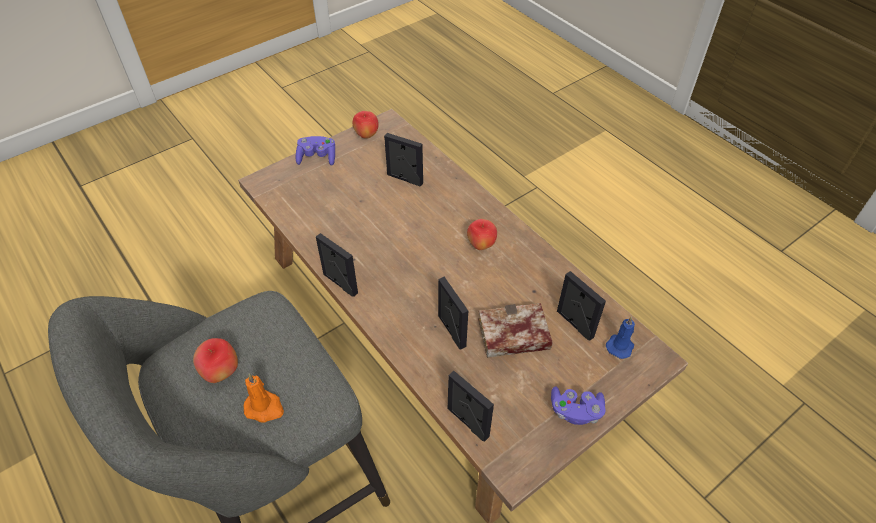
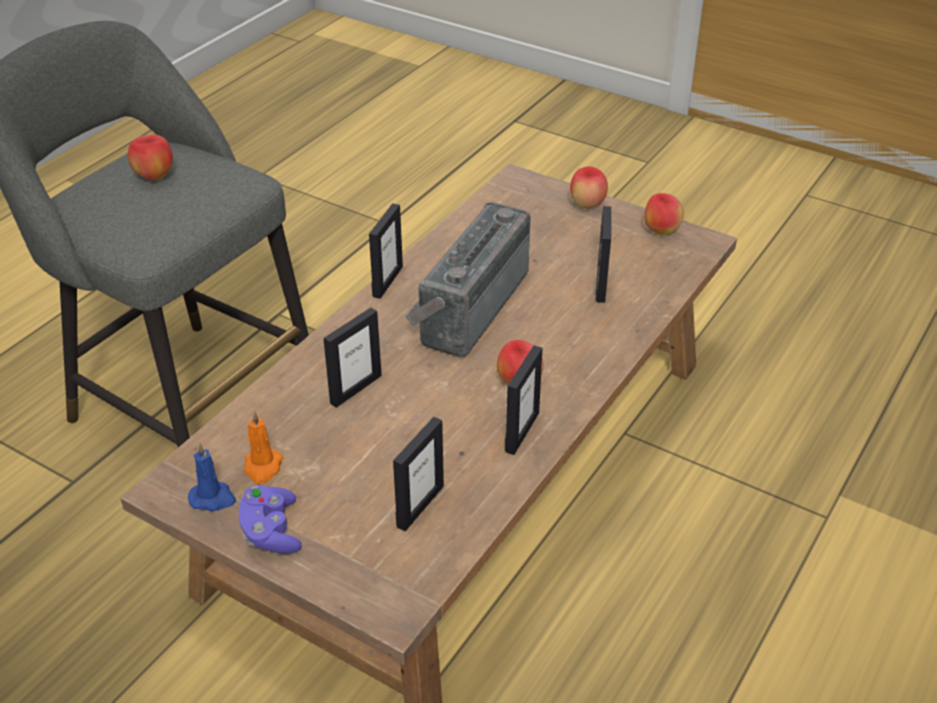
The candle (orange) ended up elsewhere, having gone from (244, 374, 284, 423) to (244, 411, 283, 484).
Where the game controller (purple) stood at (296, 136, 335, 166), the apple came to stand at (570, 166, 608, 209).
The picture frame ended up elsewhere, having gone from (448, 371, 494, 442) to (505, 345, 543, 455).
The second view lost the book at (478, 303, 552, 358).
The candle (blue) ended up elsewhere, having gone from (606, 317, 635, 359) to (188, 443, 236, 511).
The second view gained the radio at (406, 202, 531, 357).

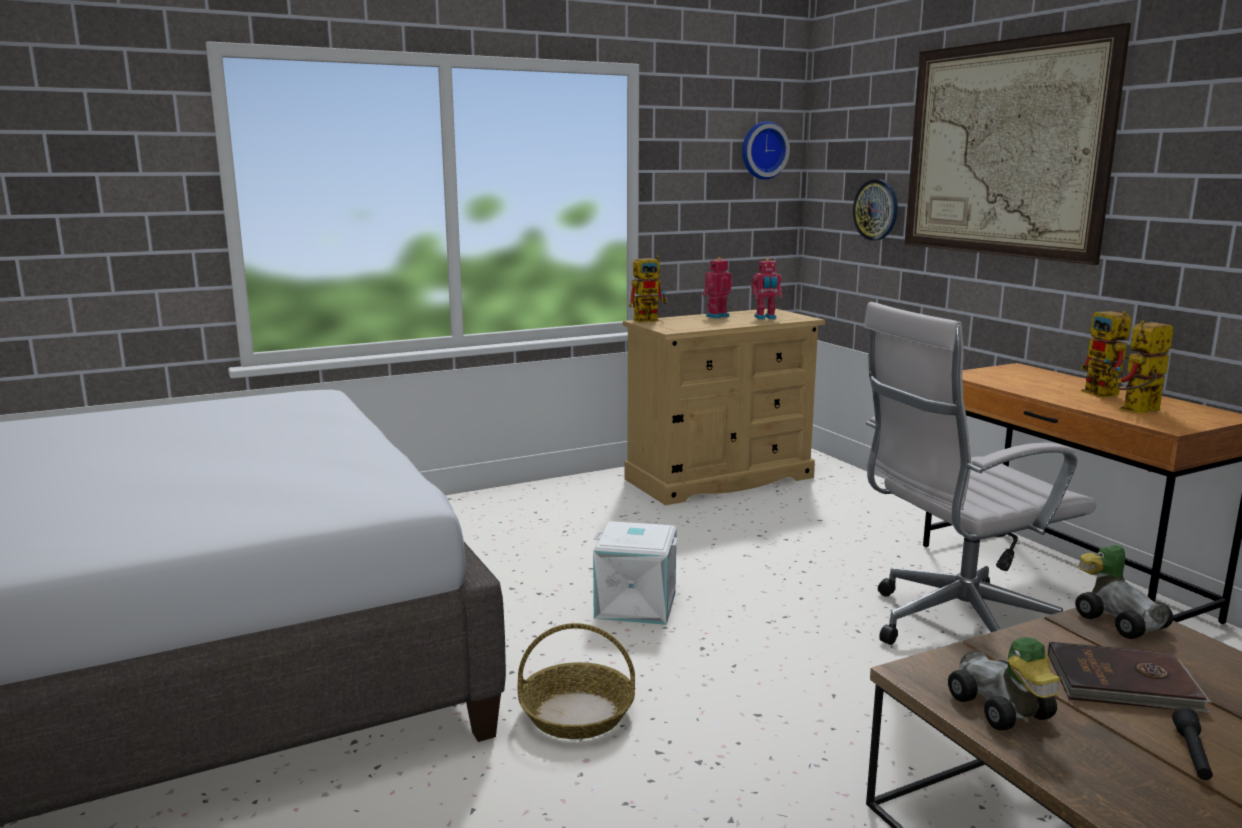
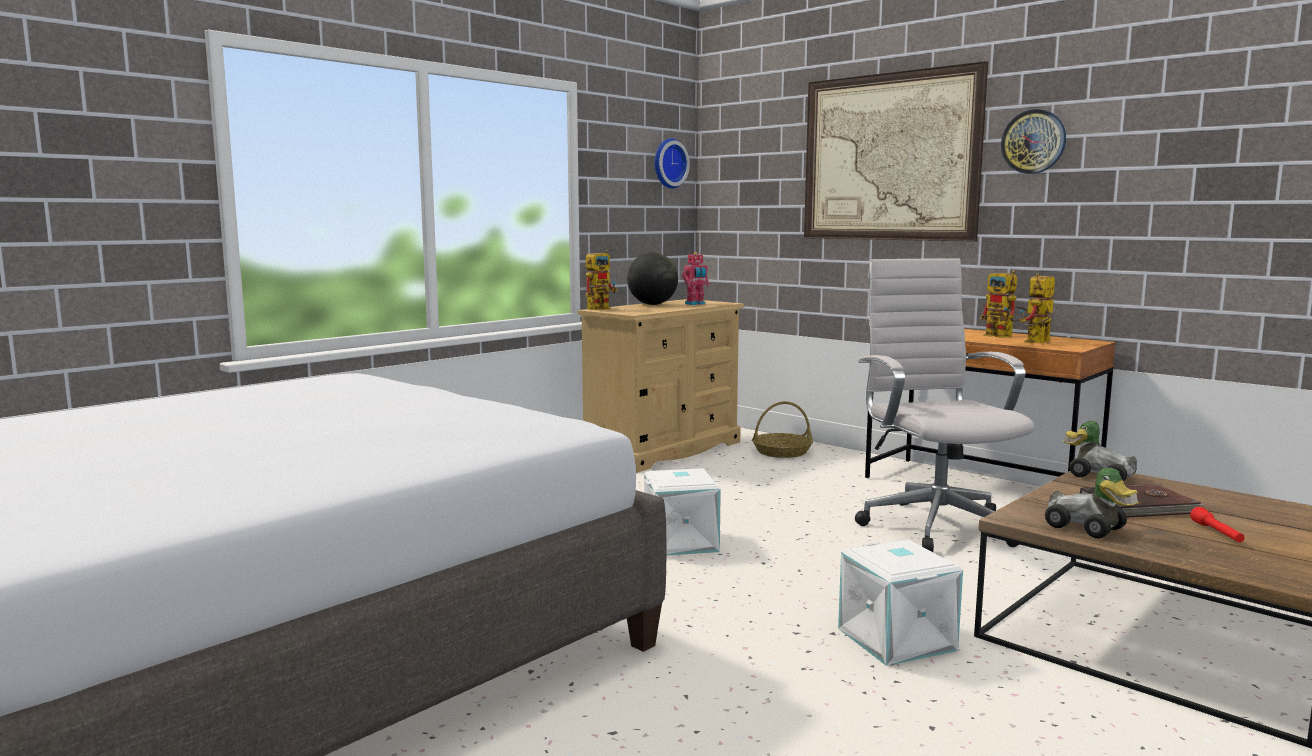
The basket ended up elsewhere, having gone from (518, 623, 635, 739) to (752, 401, 813, 458).
Where the toy robot stood at (702, 257, 733, 319), the globe came to stand at (627, 252, 678, 305).
The wall clock ended up elsewhere, having gone from (853, 179, 898, 241) to (1001, 109, 1066, 174).
The office chair (white) at (863, 302, 1096, 645) ended up facing another way, 120 degrees clockwise from before.
What was the flashlight (black) at (1172, 707, 1213, 780) turned into the flashlight (red) at (1190, 507, 1245, 542).
The second view gained the storage box (white) at (838, 540, 963, 666).

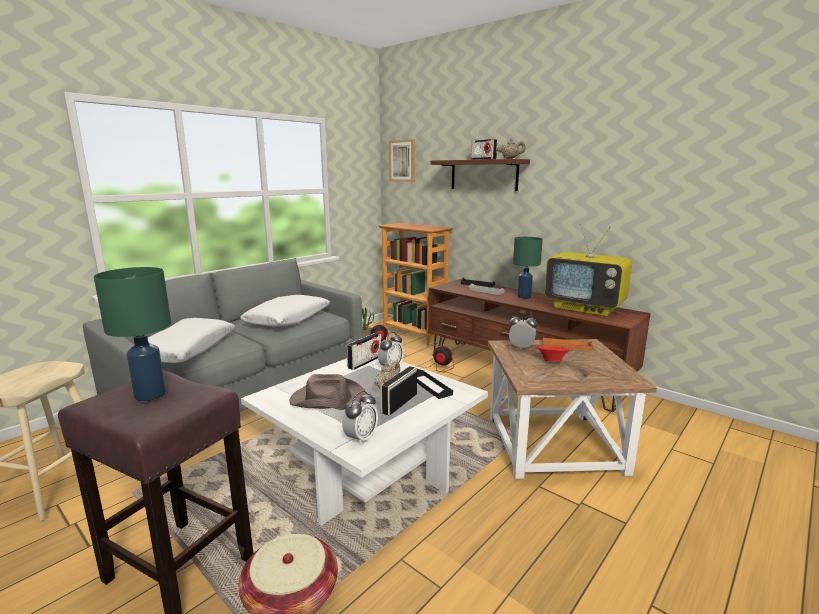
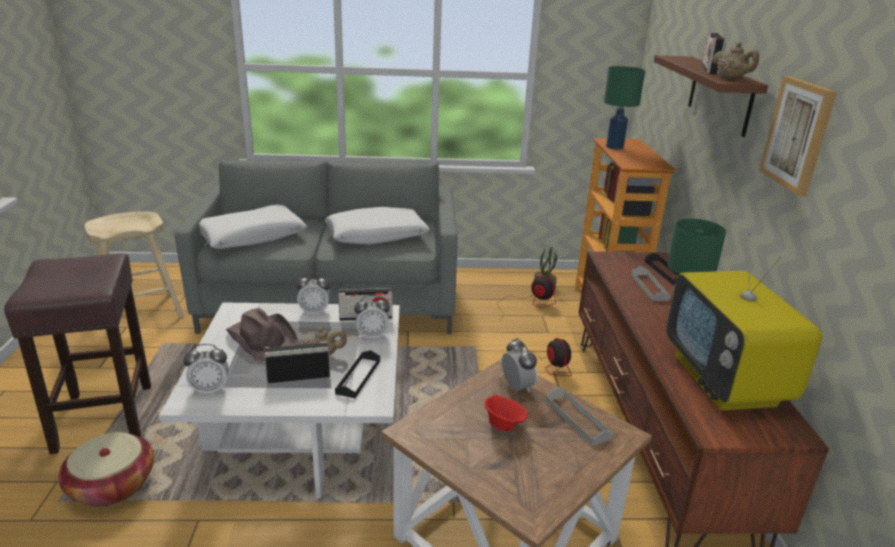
The table lamp (green) ended up elsewhere, having gone from (94, 267, 171, 401) to (604, 66, 645, 150).
The picture ended up elsewhere, having gone from (389, 139, 415, 182) to (759, 76, 837, 196).
What was the tray (orange) at (543, 336, 592, 351) turned into the tray (grey) at (546, 388, 613, 446).
The second view gained the alarm clock at (296, 273, 331, 315).

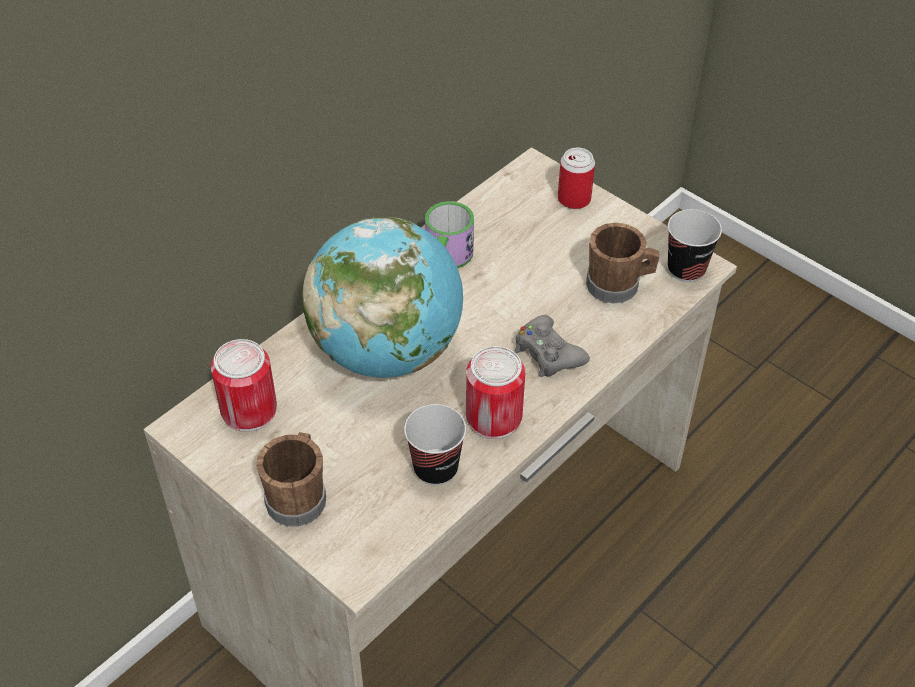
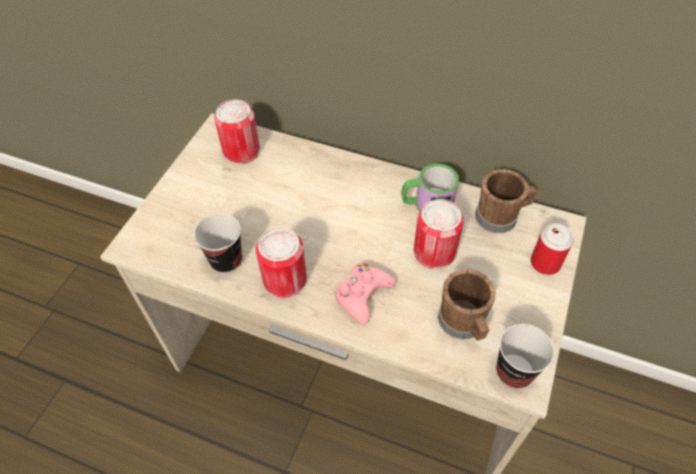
The mug (brown) ended up elsewhere, having gone from (256, 432, 326, 526) to (475, 169, 537, 233).
The second view lost the globe at (302, 217, 463, 378).
What was the game controller (grey) at (515, 315, 590, 377) turned into the game controller (pink) at (335, 264, 395, 324).
The second view gained the can at (414, 199, 464, 269).

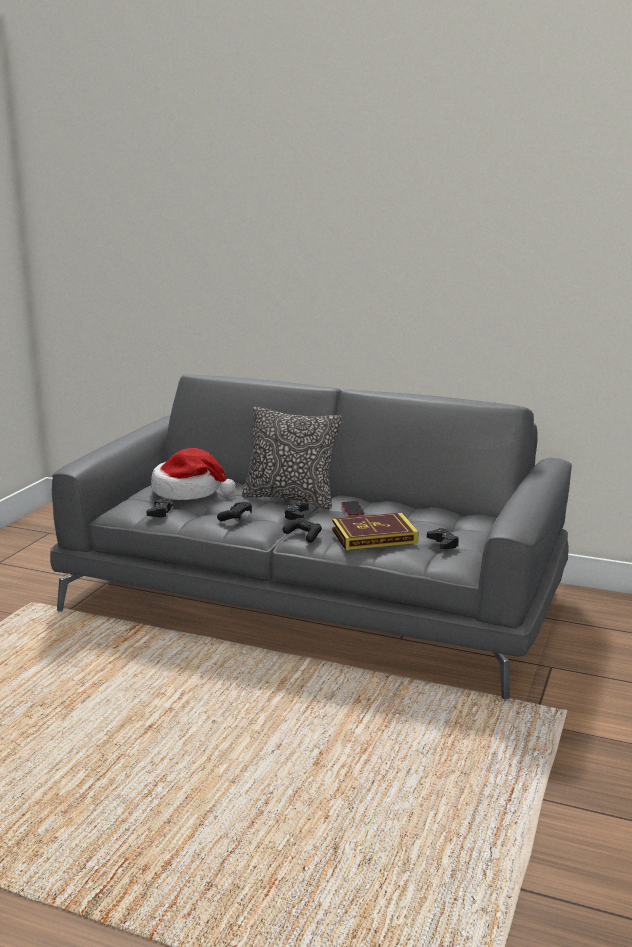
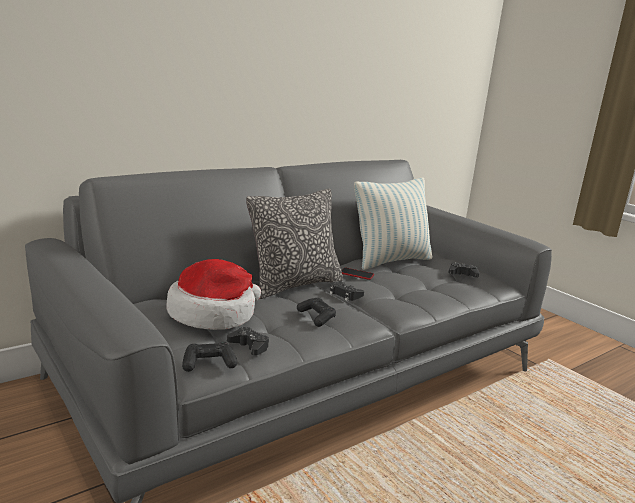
The game controller (black) ended up elsewhere, having gone from (283, 518, 322, 542) to (182, 342, 237, 372).
The second view lost the book at (332, 513, 419, 550).
The second view gained the pillow at (354, 178, 433, 270).

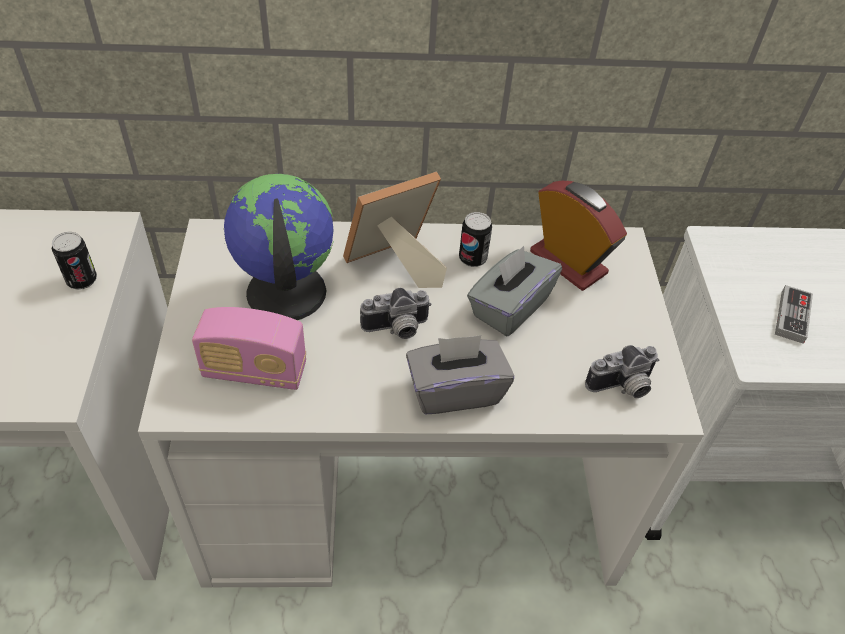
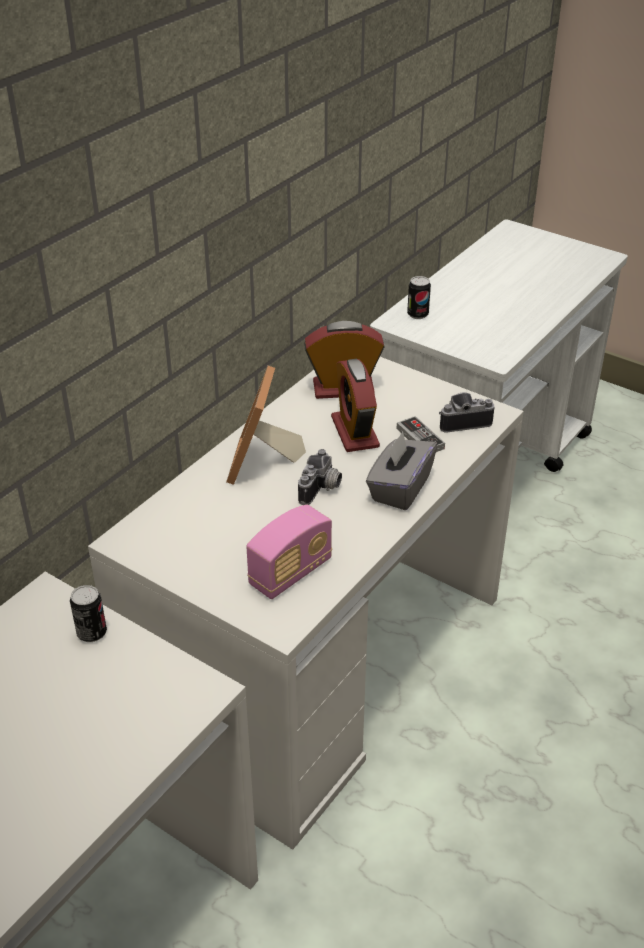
The second view lost the globe at (224, 174, 334, 320).
The can ended up elsewhere, having gone from (459, 212, 492, 267) to (407, 276, 431, 319).
Where the tissue box (grey) stood at (467, 246, 562, 336), the alarm clock came to stand at (331, 359, 380, 452).
The photo camera at (585, 345, 660, 398) ended up facing another way, 120 degrees counterclockwise from before.
The game controller ended up elsewhere, having gone from (775, 285, 813, 344) to (397, 416, 445, 452).

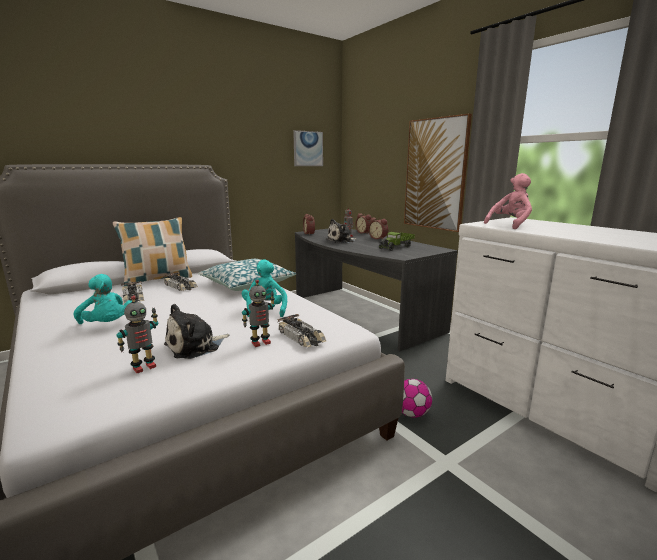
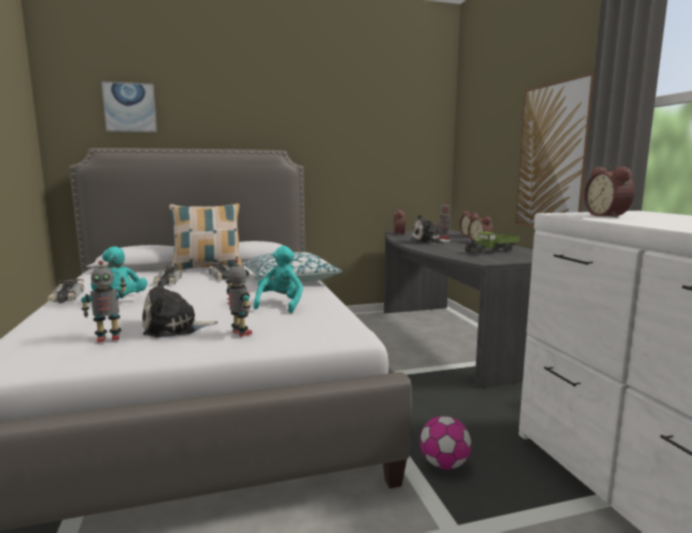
The toy robot at (242, 280, 275, 347) ended up facing another way, 120 degrees counterclockwise from before.
The toy car ended up elsewhere, having gone from (277, 314, 326, 347) to (48, 279, 84, 303).
The picture ended up elsewhere, having gone from (293, 130, 323, 166) to (101, 81, 157, 133).
Where the plush toy (pink) stood at (484, 173, 532, 229), the alarm clock came to stand at (584, 167, 634, 218).

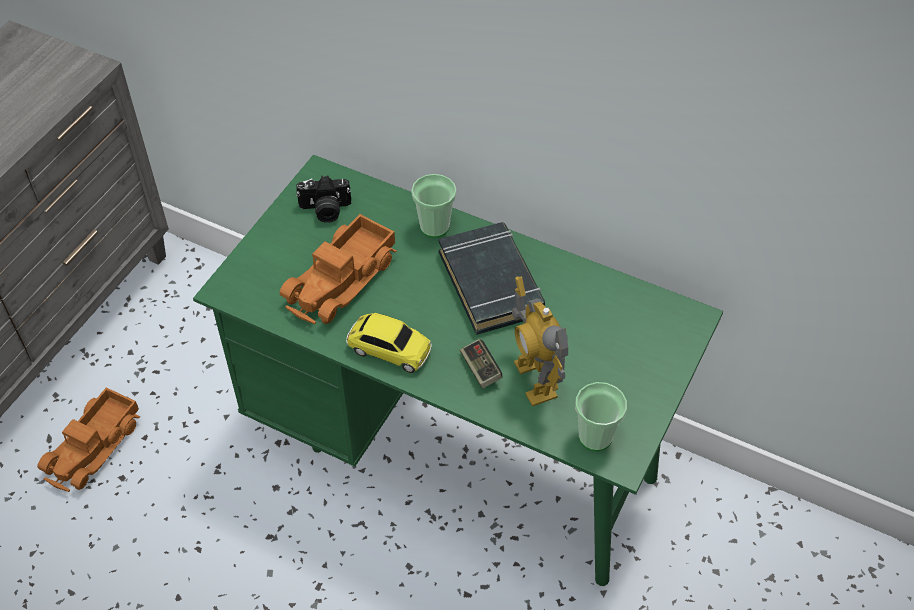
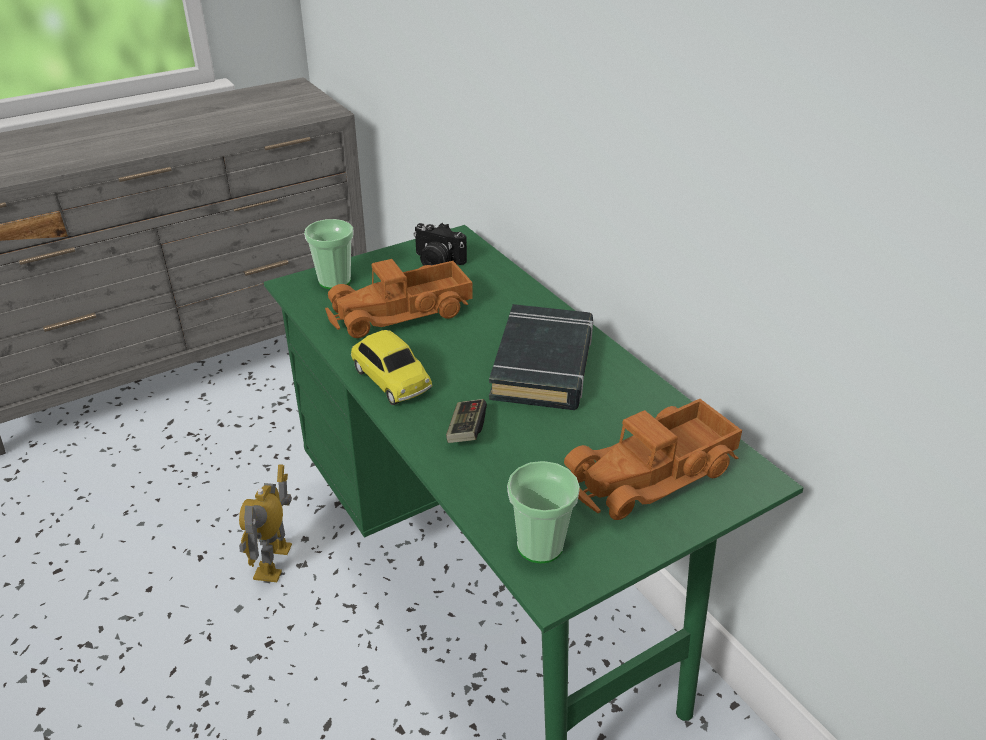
The toy truck ended up elsewhere, having gone from (37, 387, 141, 492) to (564, 399, 742, 520).
The cup ended up elsewhere, having gone from (411, 174, 457, 238) to (304, 219, 354, 289).
The toy robot ended up elsewhere, having gone from (512, 276, 568, 406) to (239, 464, 292, 582).

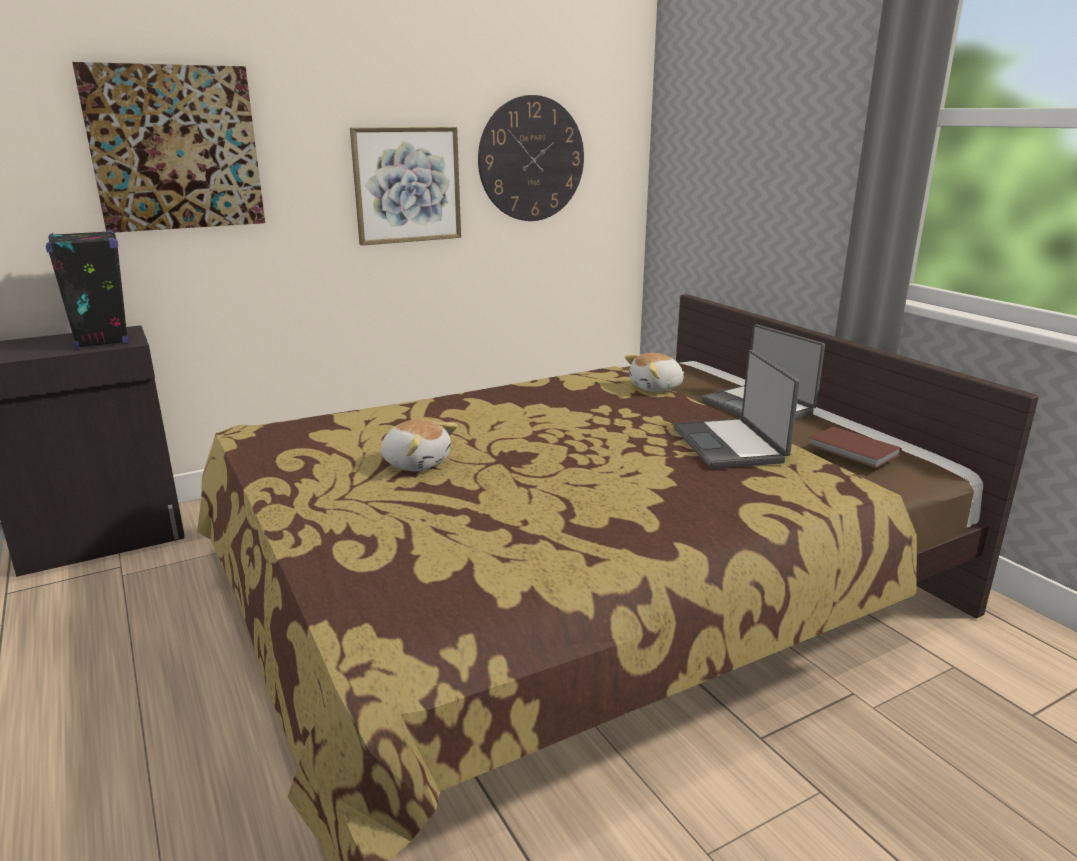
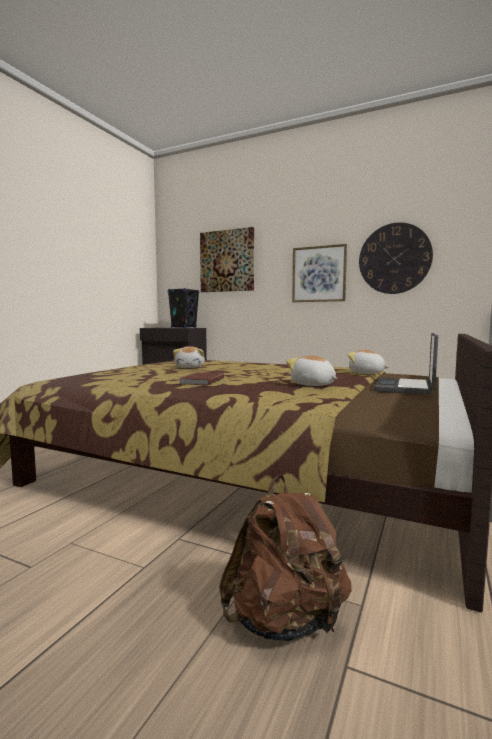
Where the laptop stood at (674, 350, 800, 469), the plush toy came to stand at (286, 355, 337, 386).
The book (brown) ended up elsewhere, having gone from (809, 427, 902, 468) to (179, 372, 224, 385).
The second view gained the backpack (brown) at (219, 475, 351, 641).

